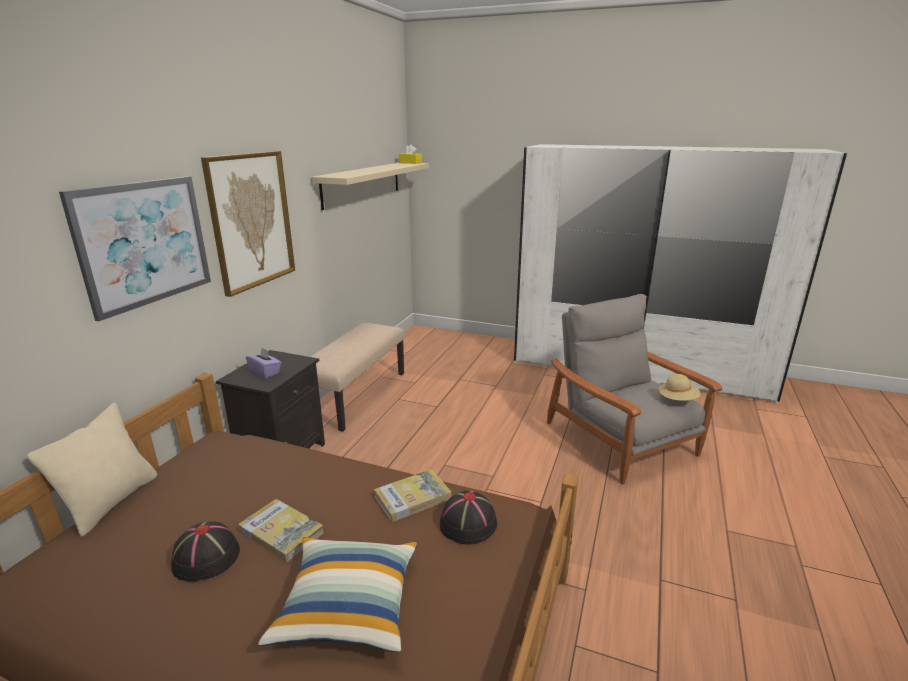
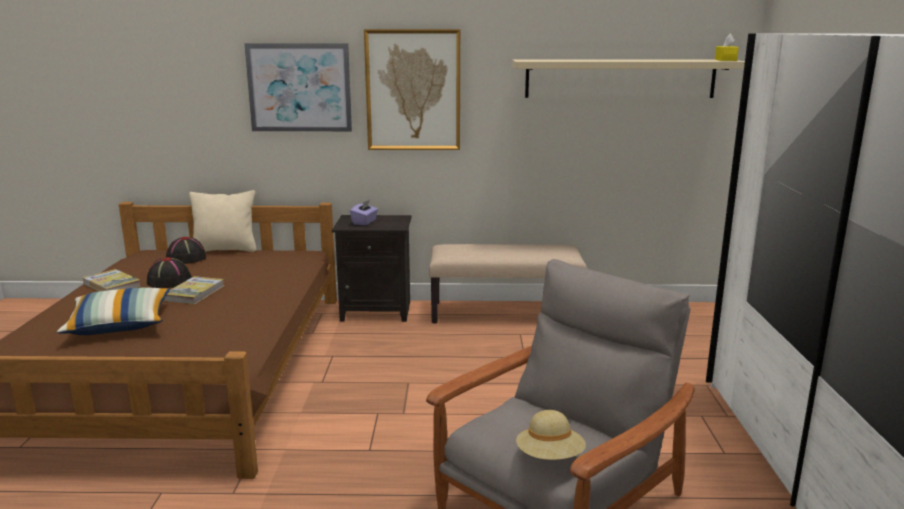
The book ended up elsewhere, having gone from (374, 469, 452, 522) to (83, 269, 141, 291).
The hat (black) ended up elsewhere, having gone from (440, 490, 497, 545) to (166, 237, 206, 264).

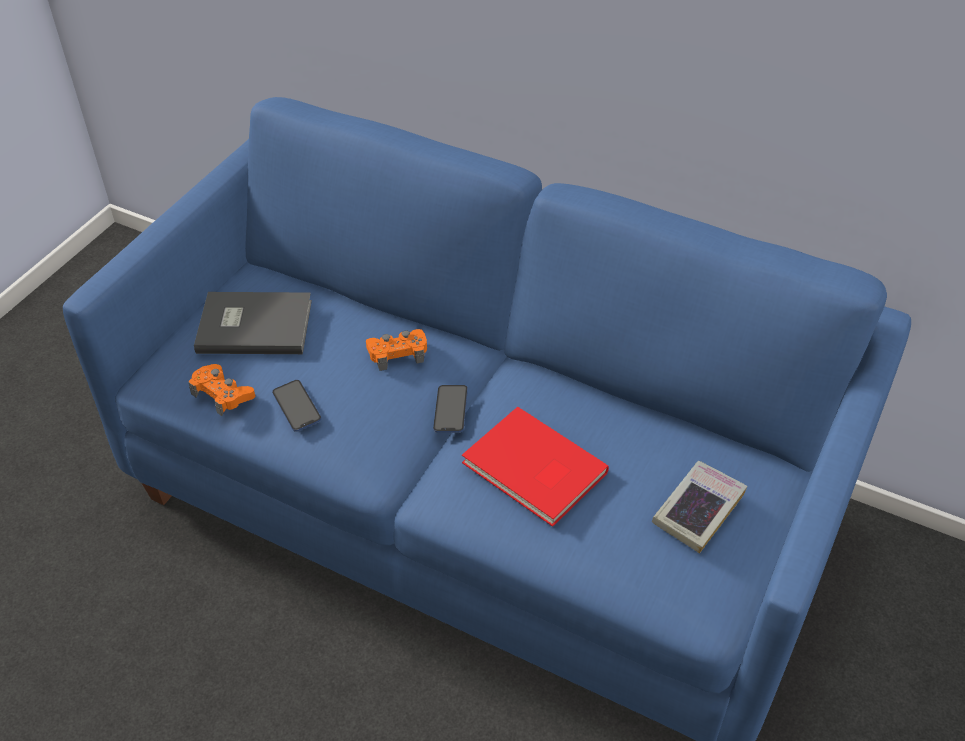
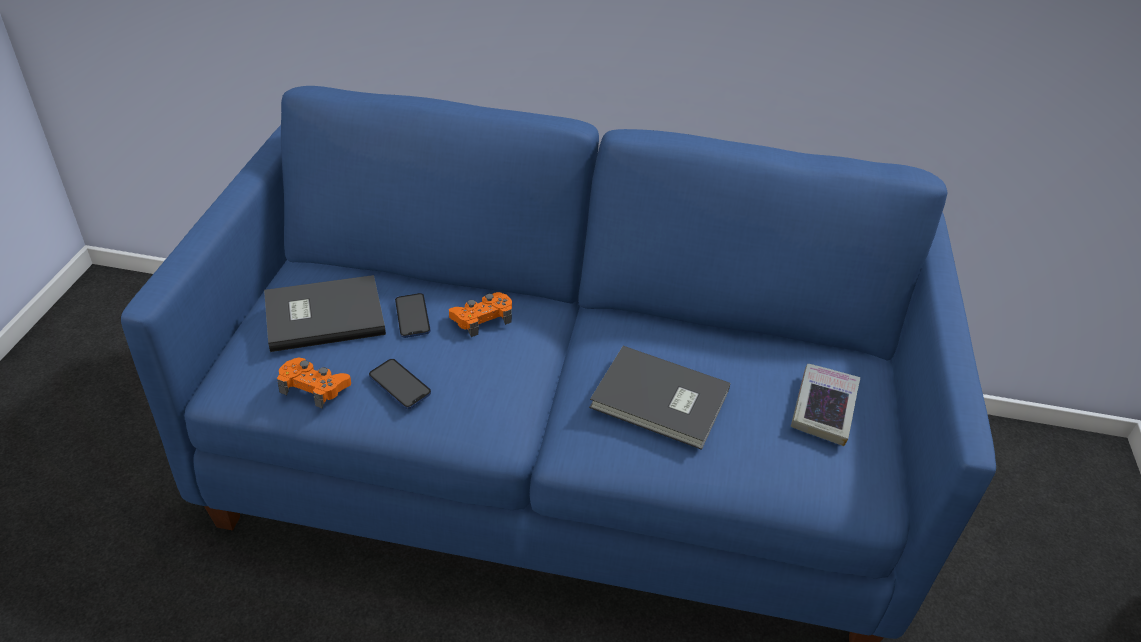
The phone ended up elsewhere, having gone from (433, 385, 468, 433) to (395, 293, 431, 338).
What was the book (red) at (462, 407, 609, 527) turned into the book (grey) at (589, 346, 730, 450).

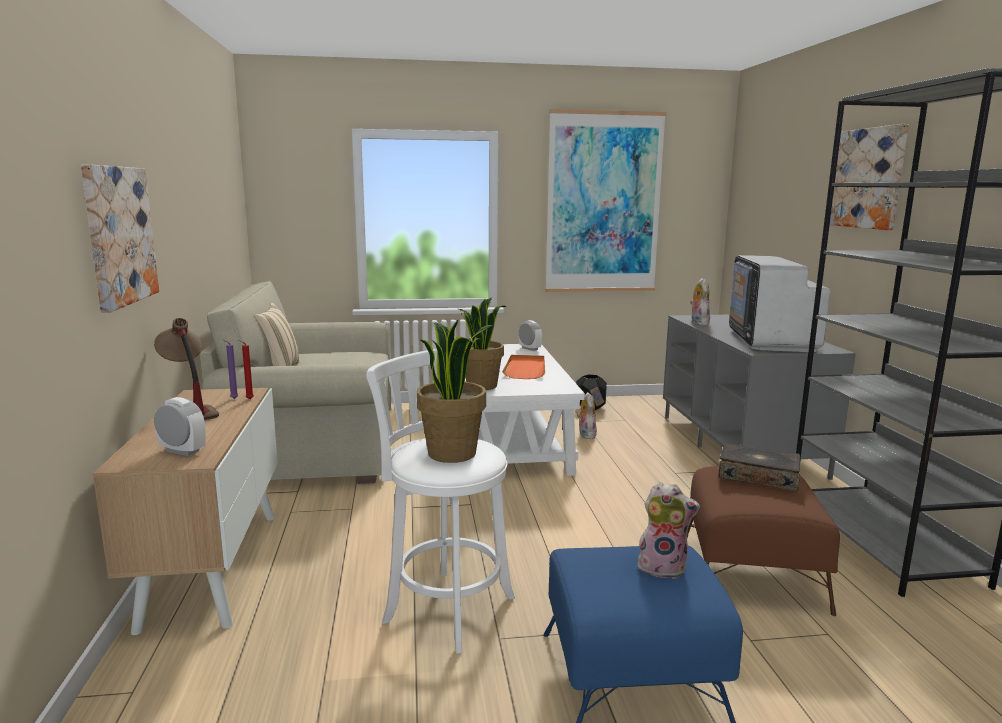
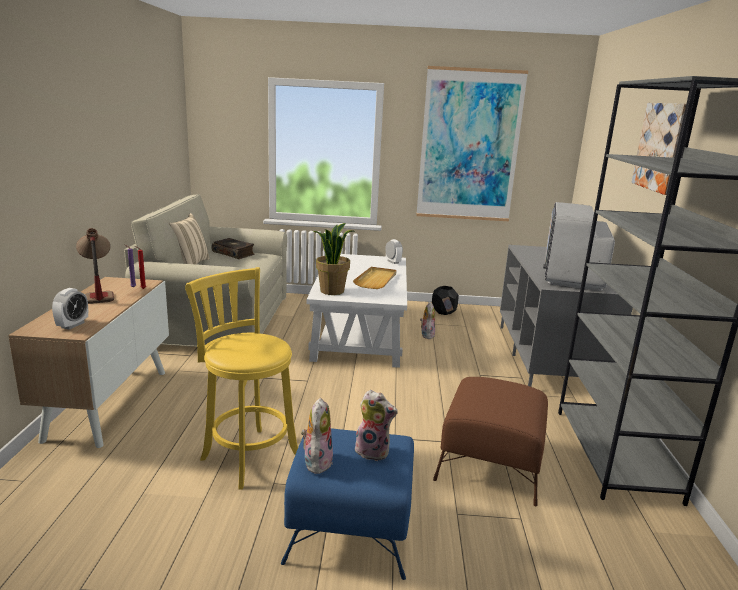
The second view lost the picture at (81, 164, 159, 313).
The alarm clock at (154, 397, 206, 456) ended up facing another way, 75 degrees clockwise from before.
What was the stool (white) at (366, 349, 515, 654) turned into the stool (yellow) at (185, 267, 298, 489).
The second view lost the potted plant at (417, 319, 493, 463).
What was the tray (orange) at (502, 355, 545, 379) turned into the tray (beige) at (353, 267, 396, 289).
The plush toy ended up elsewhere, having gone from (690, 278, 710, 326) to (301, 398, 333, 474).
The book ended up elsewhere, having gone from (718, 443, 800, 492) to (212, 238, 255, 259).

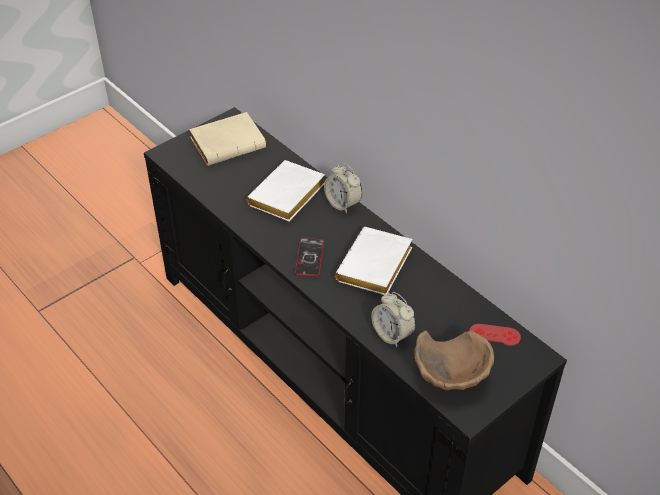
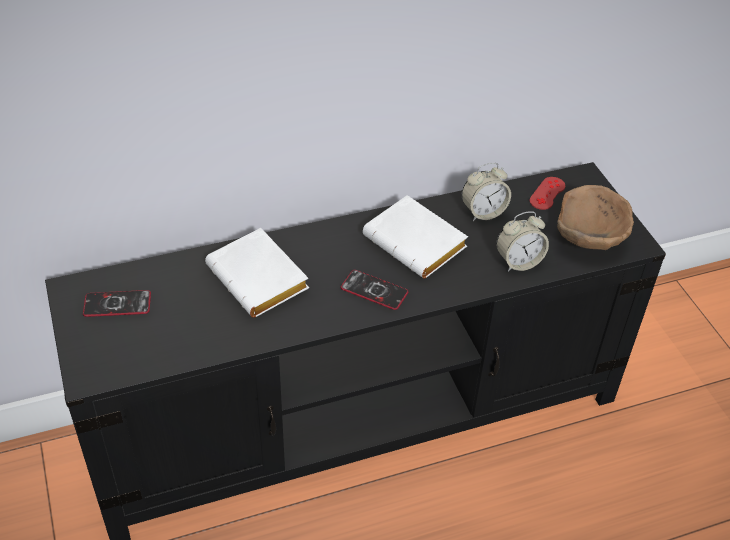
Where the book (beige) stood at (189, 112, 266, 166), the phone came to stand at (83, 290, 151, 317).
The alarm clock ended up elsewhere, having gone from (324, 163, 362, 214) to (462, 163, 511, 221).

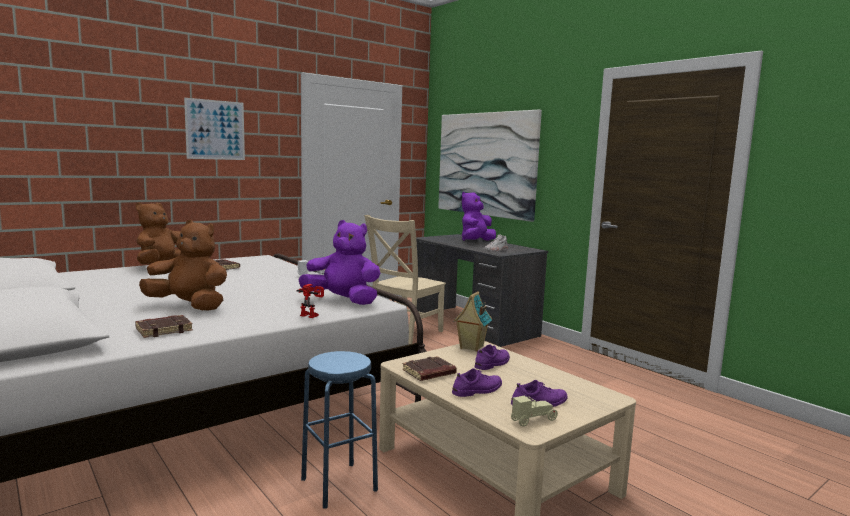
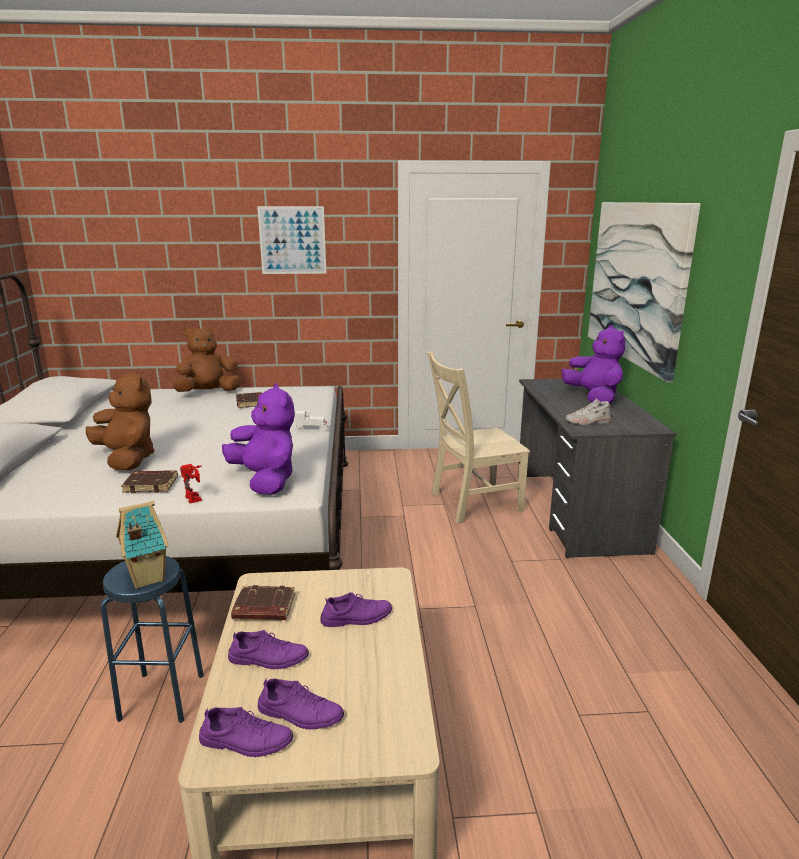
The book (brown) ended up elsewhere, having gone from (135, 315, 193, 338) to (121, 470, 178, 493).
The toy house ended up elsewhere, having gone from (454, 291, 492, 352) to (116, 501, 169, 589).
The plush toy (purple) at (462, 192, 496, 241) ended up facing another way, 90 degrees clockwise from before.
Where the toy car (beige) stood at (511, 396, 558, 427), the shoe (purple) came to stand at (199, 707, 293, 757).

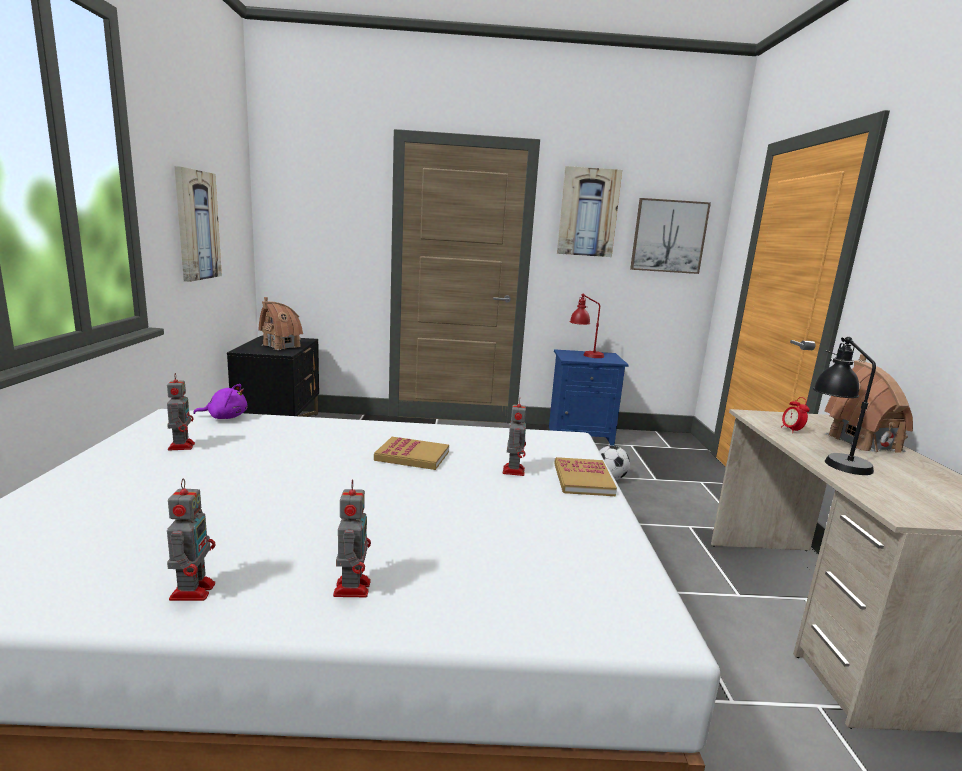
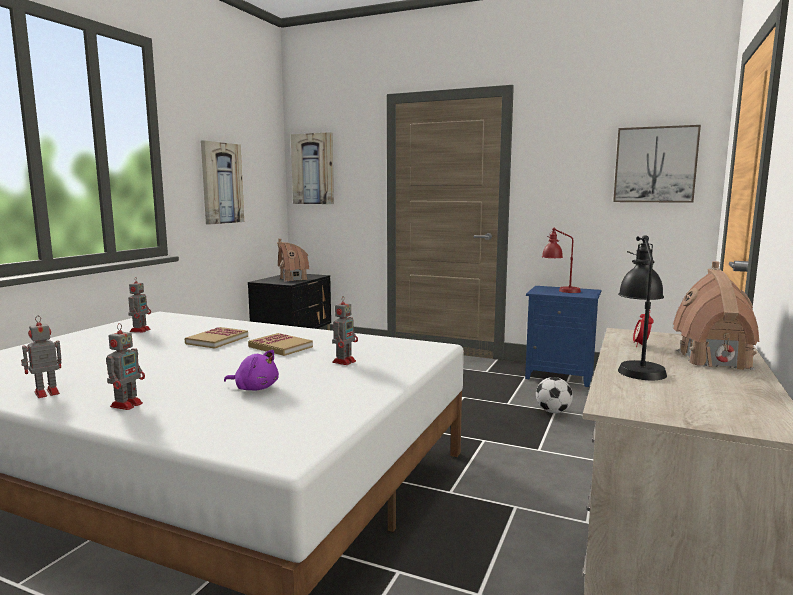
The toy robot at (167, 479, 215, 601) ended up facing another way, 150 degrees counterclockwise from before.
The plush toy (purple) ended up elsewhere, having gone from (193, 384, 248, 419) to (224, 350, 279, 391).
The book ended up elsewhere, having gone from (554, 457, 617, 496) to (185, 327, 248, 348).
The picture ended up elsewhere, having gone from (557, 166, 622, 257) to (291, 132, 334, 204).

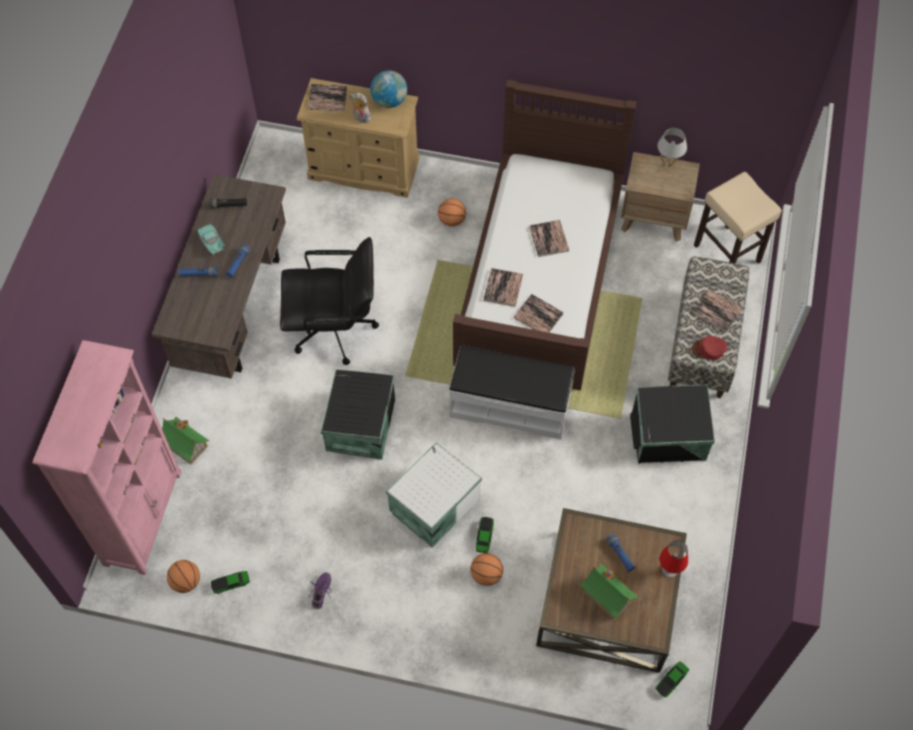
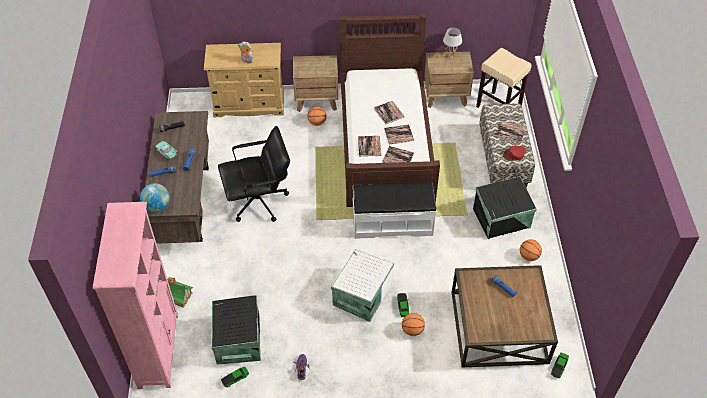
The basketball ended up elsewhere, having gone from (167, 560, 200, 593) to (520, 239, 542, 261).
The book ended up elsewhere, having gone from (308, 84, 347, 111) to (384, 124, 414, 145).
The storage box (black) ended up elsewhere, having gone from (321, 369, 395, 460) to (211, 295, 261, 364).
The globe ended up elsewhere, having gone from (370, 70, 407, 108) to (140, 183, 170, 212).
The second view lost the toy house at (579, 563, 638, 620).
The second view lost the table lamp (red) at (659, 540, 688, 578).
The second view gained the nightstand (brown) at (293, 55, 338, 112).

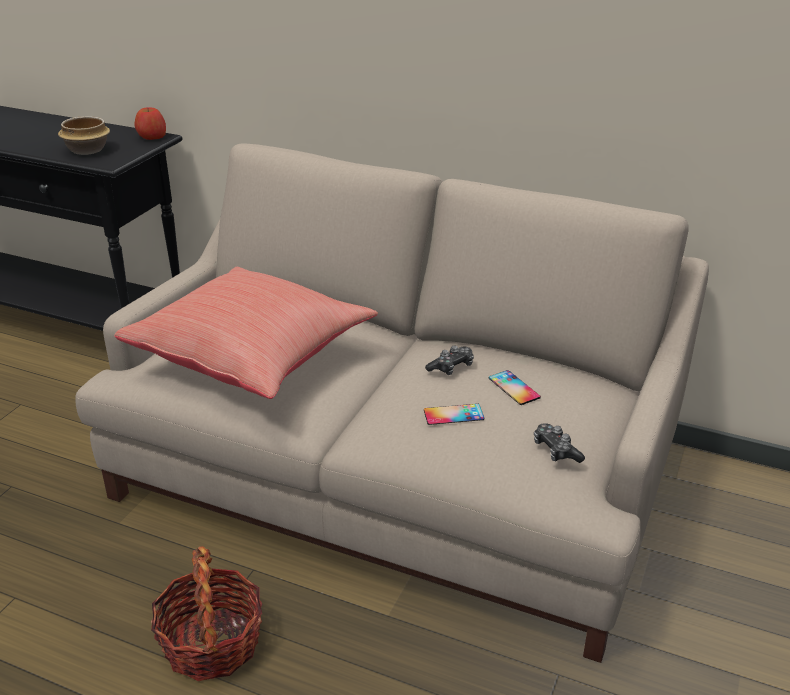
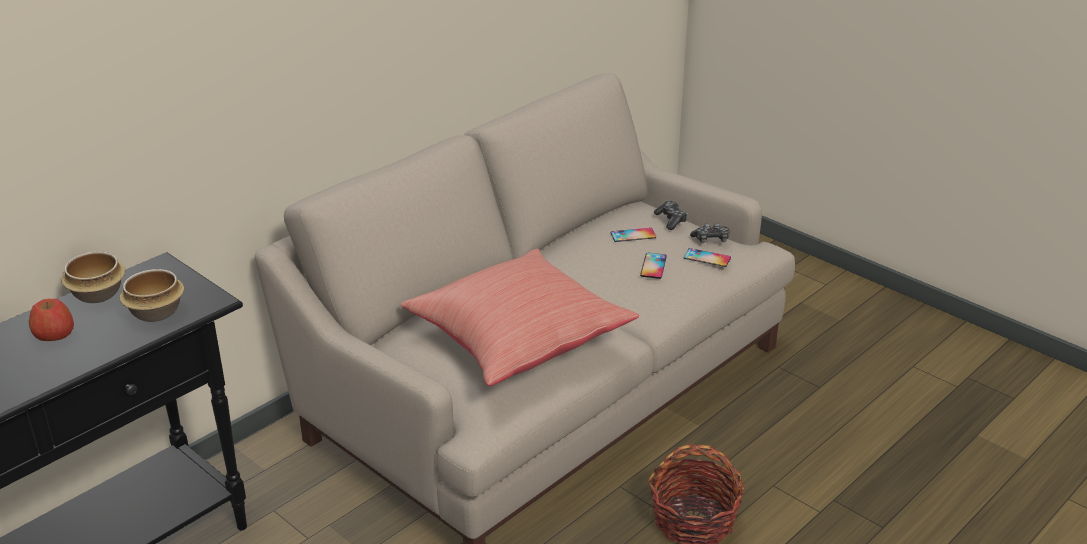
The apple ended up elsewhere, having gone from (134, 107, 166, 140) to (29, 299, 74, 341).
The game controller ended up elsewhere, having gone from (425, 346, 474, 375) to (654, 201, 687, 230).
The second view gained the bowl at (61, 251, 125, 303).
The second view gained the phone at (684, 248, 731, 267).

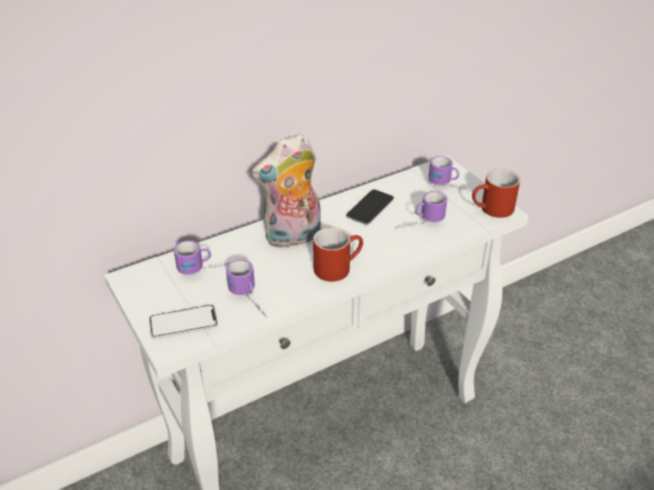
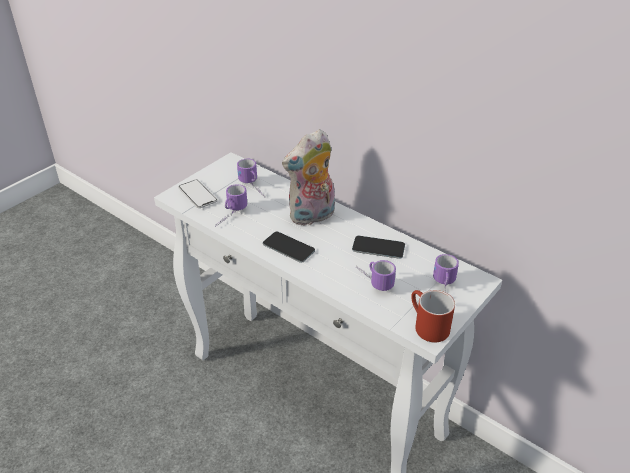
The plush toy at (252, 133, 321, 248) ended up facing another way, 75 degrees counterclockwise from before.
Where the mug (red) stood at (313, 227, 363, 282), the phone came to stand at (263, 232, 315, 263).

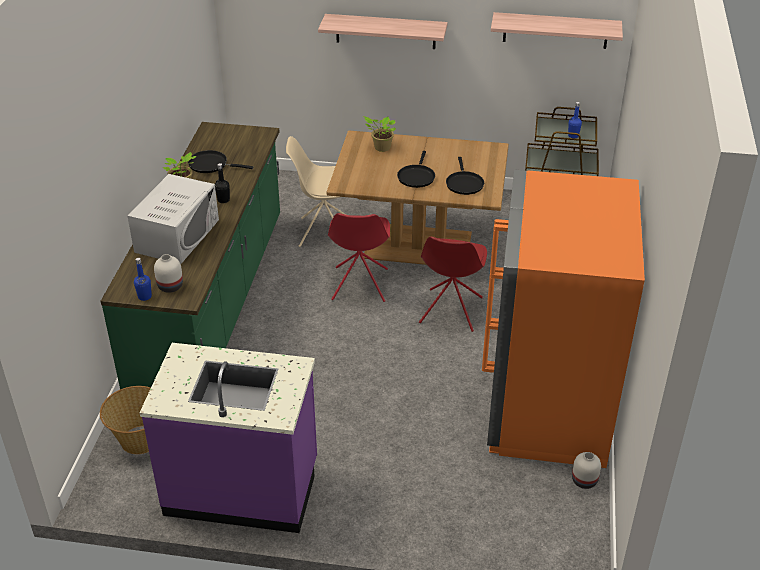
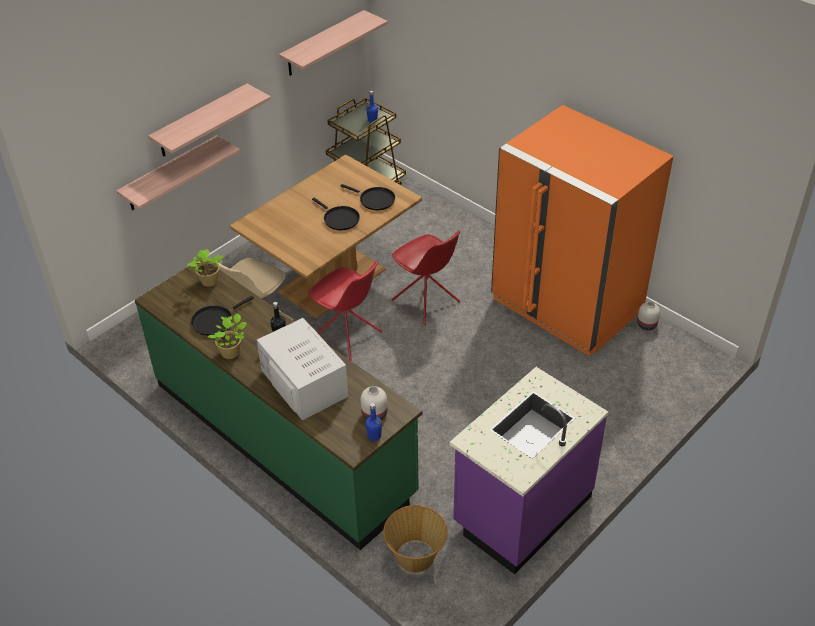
The potted plant ended up elsewhere, having gone from (363, 116, 396, 152) to (187, 249, 223, 287).
The second view gained the shelf at (116, 135, 240, 210).

